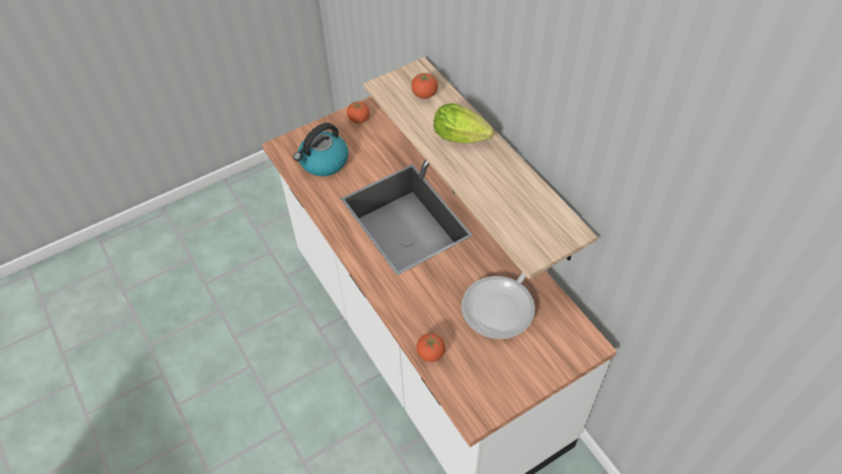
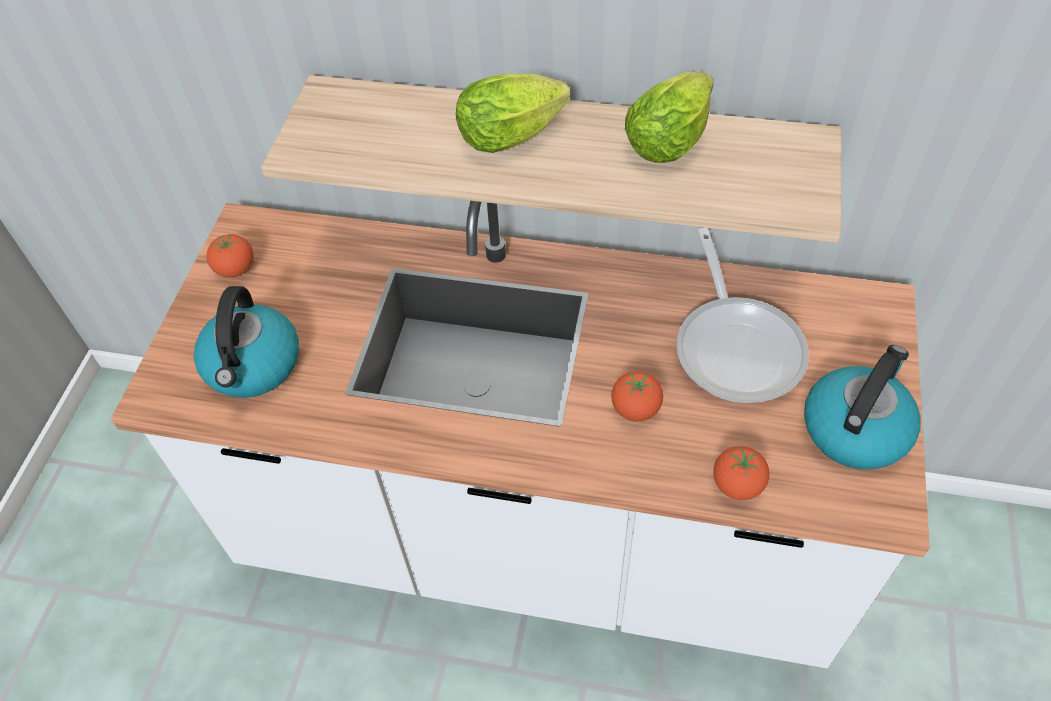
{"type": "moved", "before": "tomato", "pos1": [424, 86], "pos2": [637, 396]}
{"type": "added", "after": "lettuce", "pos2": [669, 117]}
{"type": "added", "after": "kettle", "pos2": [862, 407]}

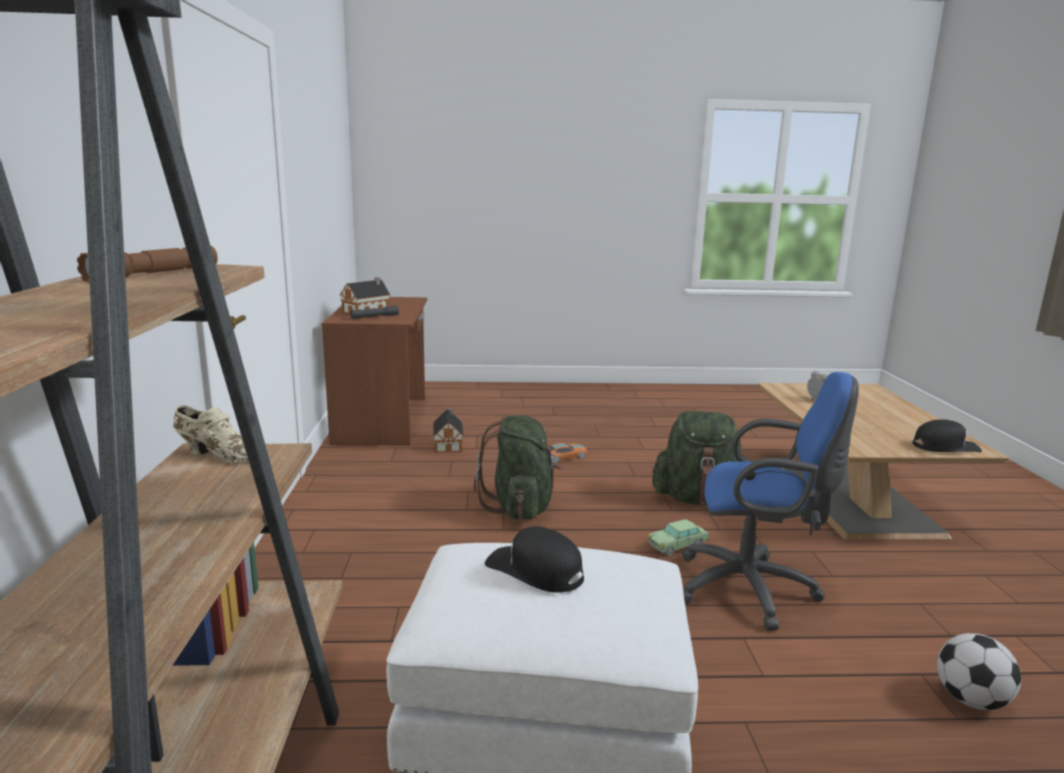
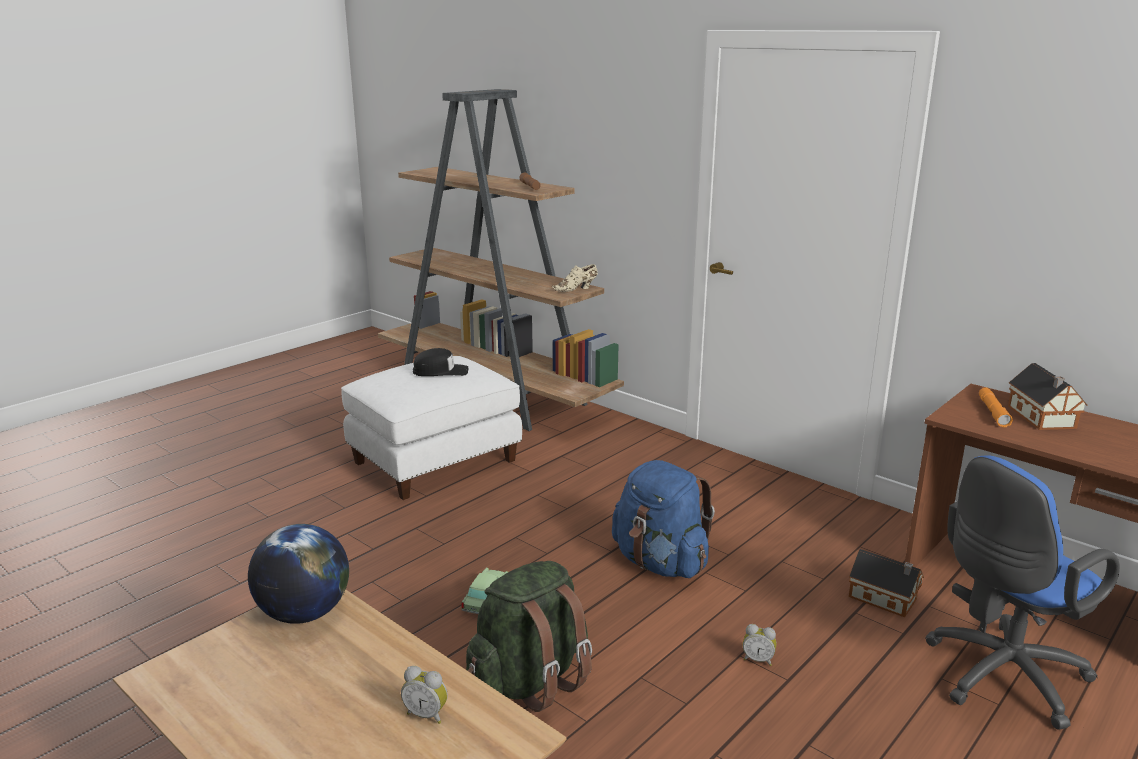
{"type": "recoloured", "before": "grey flashlight", "after": "orange flashlight", "pos1": [374, 312], "pos2": [996, 407]}
{"type": "recoloured", "before": "green backpack", "after": "blue backpack", "pos1": [518, 467], "pos2": [663, 519]}
{"type": "replaced", "before": "toy car", "after": "alarm clock", "pos1": [568, 453], "pos2": [760, 645]}
{"type": "moved", "before": "blue office chair", "pos1": [770, 501], "pos2": [1022, 592]}
{"type": "removed", "before": "black cap", "pos1": [947, 435]}
{"type": "removed", "before": "football", "pos1": [979, 671]}
{"type": "added", "after": "globe", "pos2": [298, 574]}

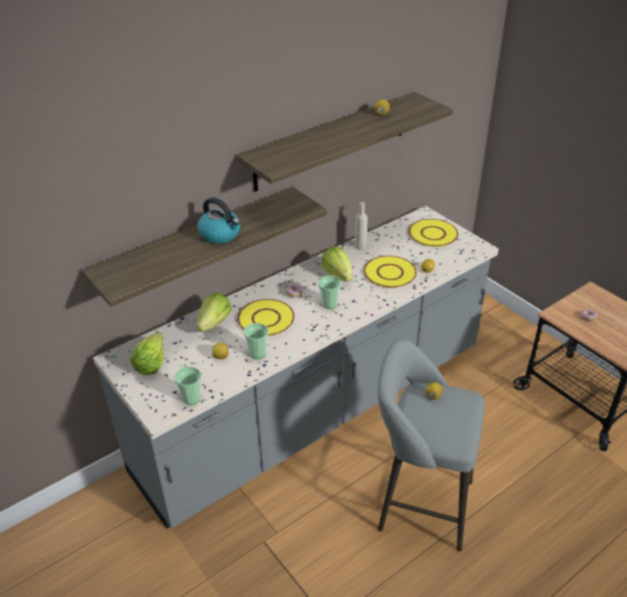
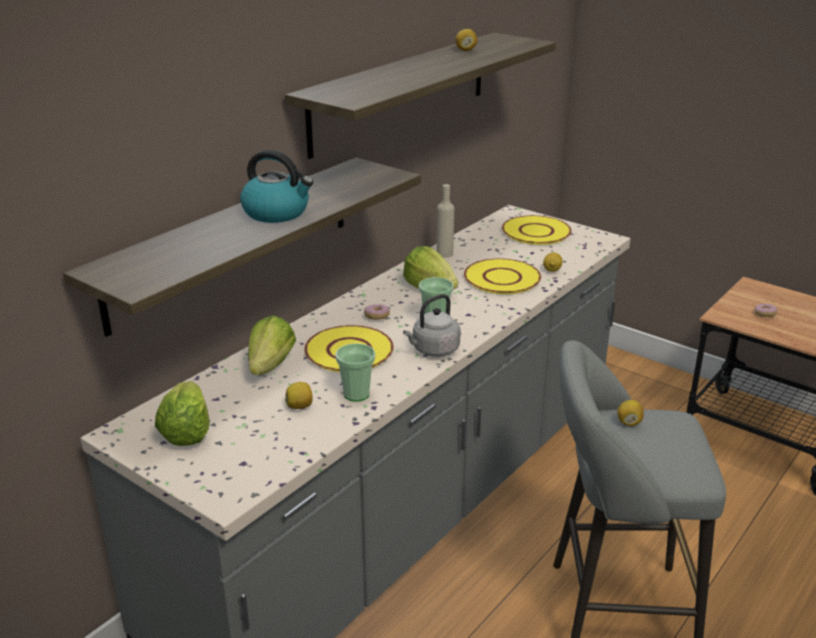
{"type": "removed", "before": "cup", "pos1": [188, 386]}
{"type": "added", "after": "grey kettle", "pos2": [432, 325]}

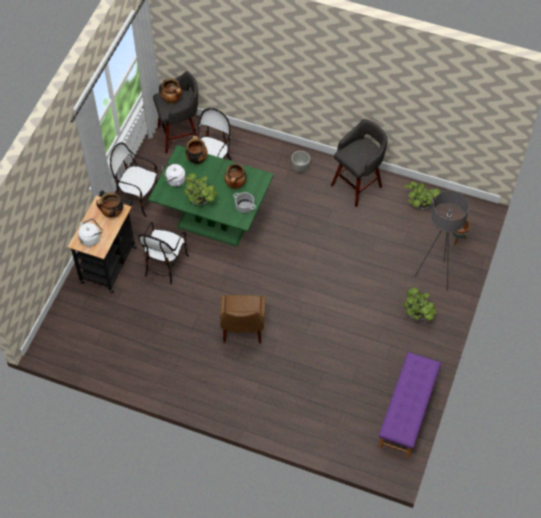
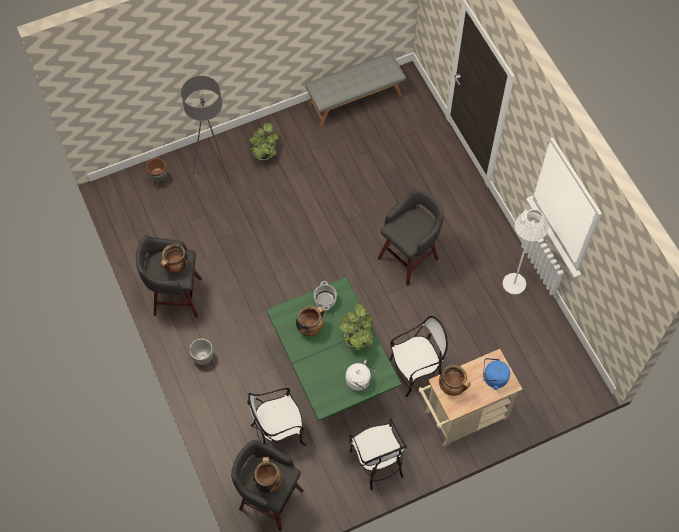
{"type": "recoloured", "before": "black cart", "after": "beige cart", "pos1": [102, 241], "pos2": [470, 397]}
{"type": "recoloured", "before": "white kettle", "after": "blue kettle", "pos1": [90, 232], "pos2": [496, 374]}
{"type": "moved", "before": "cooking pot", "pos1": [196, 150], "pos2": [174, 258]}
{"type": "replaced", "before": "brown chair", "after": "grey stool", "pos1": [242, 319], "pos2": [411, 237]}
{"type": "recoloured", "before": "purple bench", "after": "grey bench", "pos1": [410, 405], "pos2": [355, 90]}
{"type": "removed", "before": "potted plant", "pos1": [422, 195]}
{"type": "added", "after": "white floor lamp", "pos2": [525, 252]}

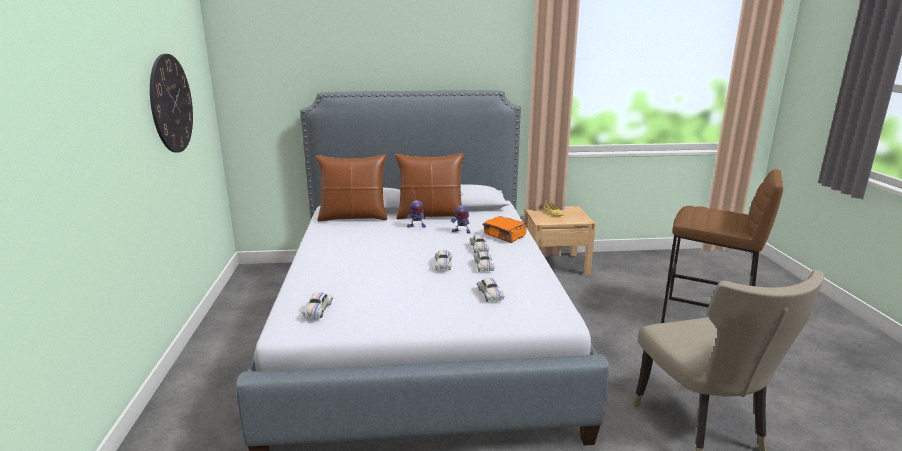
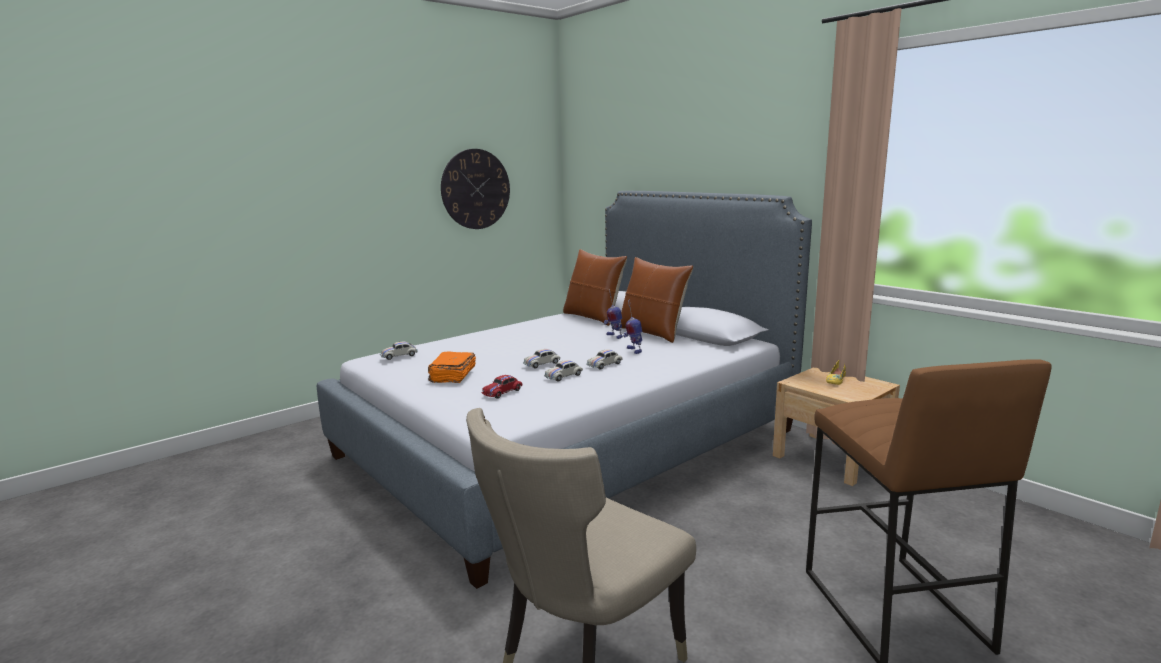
{"type": "recoloured", "before": "white toy car", "after": "red toy car", "pos1": [490, 290], "pos2": [501, 387]}
{"type": "moved", "before": "orange book", "pos1": [505, 229], "pos2": [452, 367]}

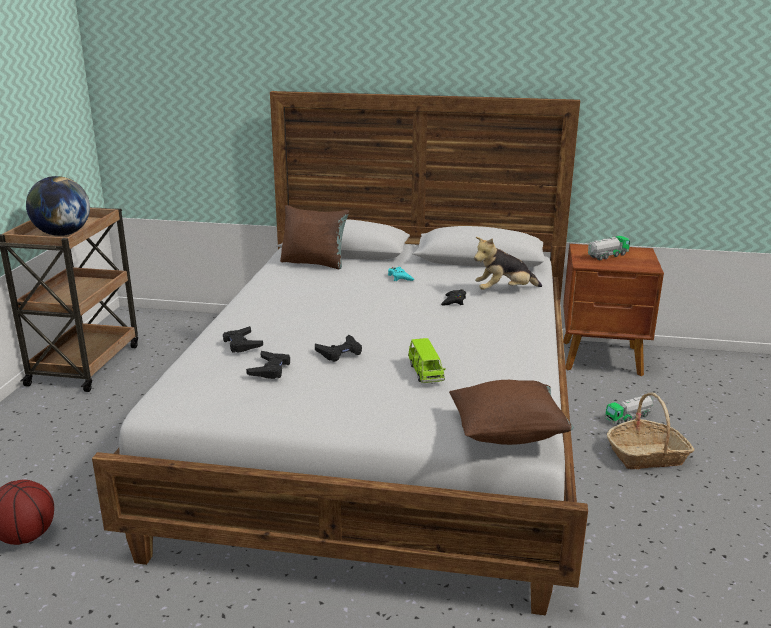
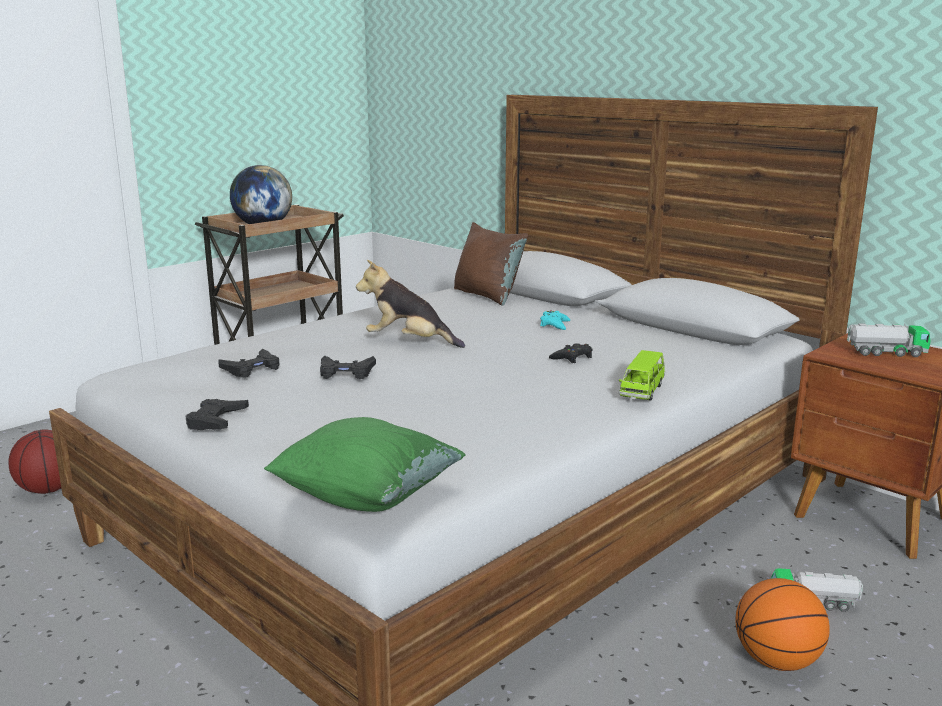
{"type": "moved", "before": "black game controller", "pos1": [243, 339], "pos2": [217, 414]}
{"type": "moved", "before": "green toy car", "pos1": [427, 361], "pos2": [642, 375]}
{"type": "recoloured", "before": "brown pillow", "after": "green pillow", "pos1": [511, 412], "pos2": [364, 464]}
{"type": "moved", "before": "plush toy", "pos1": [508, 263], "pos2": [410, 304]}
{"type": "replaced", "before": "basket", "after": "basketball", "pos1": [650, 431], "pos2": [782, 624]}

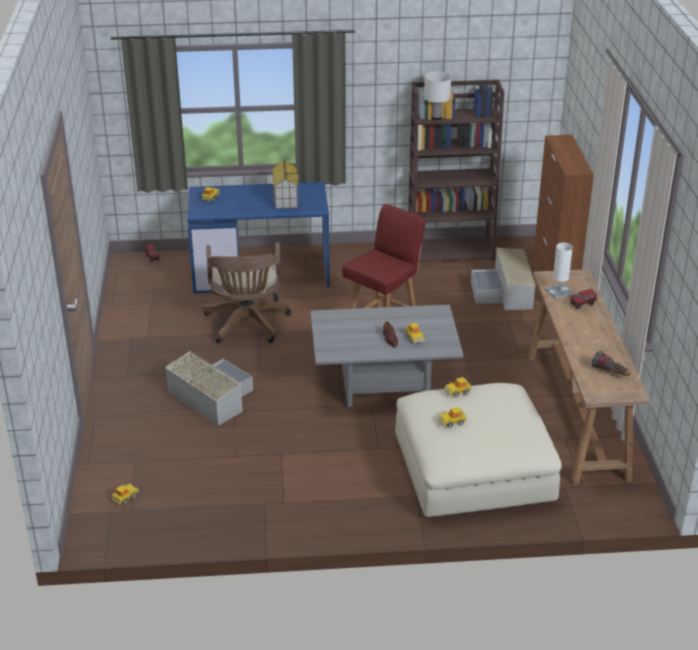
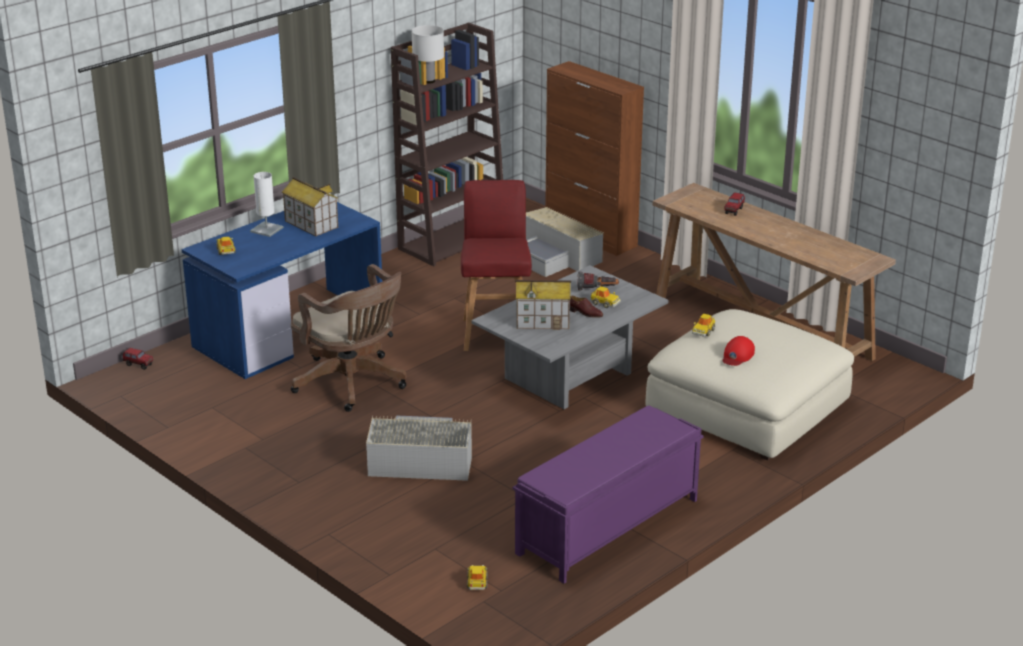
{"type": "replaced", "before": "toy car", "after": "red cap", "pos1": [452, 417], "pos2": [738, 351]}
{"type": "moved", "before": "white table lamp", "pos1": [559, 271], "pos2": [266, 204]}
{"type": "moved", "before": "flashlight", "pos1": [611, 363], "pos2": [597, 281]}
{"type": "added", "after": "purple bench", "pos2": [608, 495]}
{"type": "added", "after": "toy house", "pos2": [543, 305]}

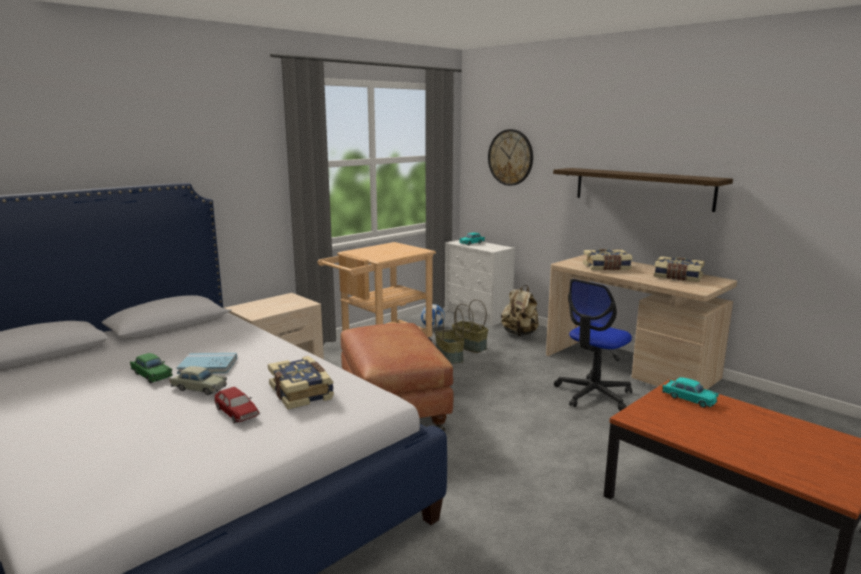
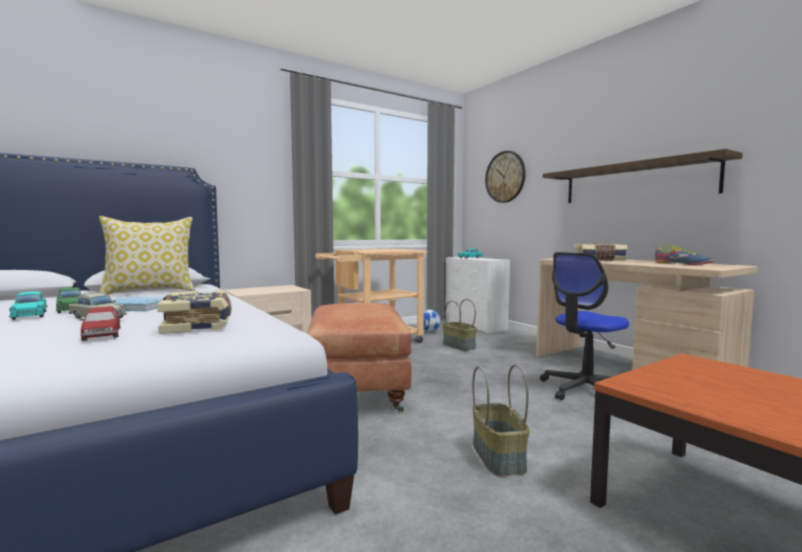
{"type": "moved", "before": "basket", "pos1": [450, 336], "pos2": [501, 420]}
{"type": "removed", "before": "beige backpack", "pos1": [520, 310]}
{"type": "replaced", "before": "book", "after": "shoe", "pos1": [679, 269], "pos2": [684, 255]}
{"type": "moved", "before": "turquoise toy car", "pos1": [690, 392], "pos2": [28, 305]}
{"type": "added", "after": "pillow", "pos2": [147, 255]}

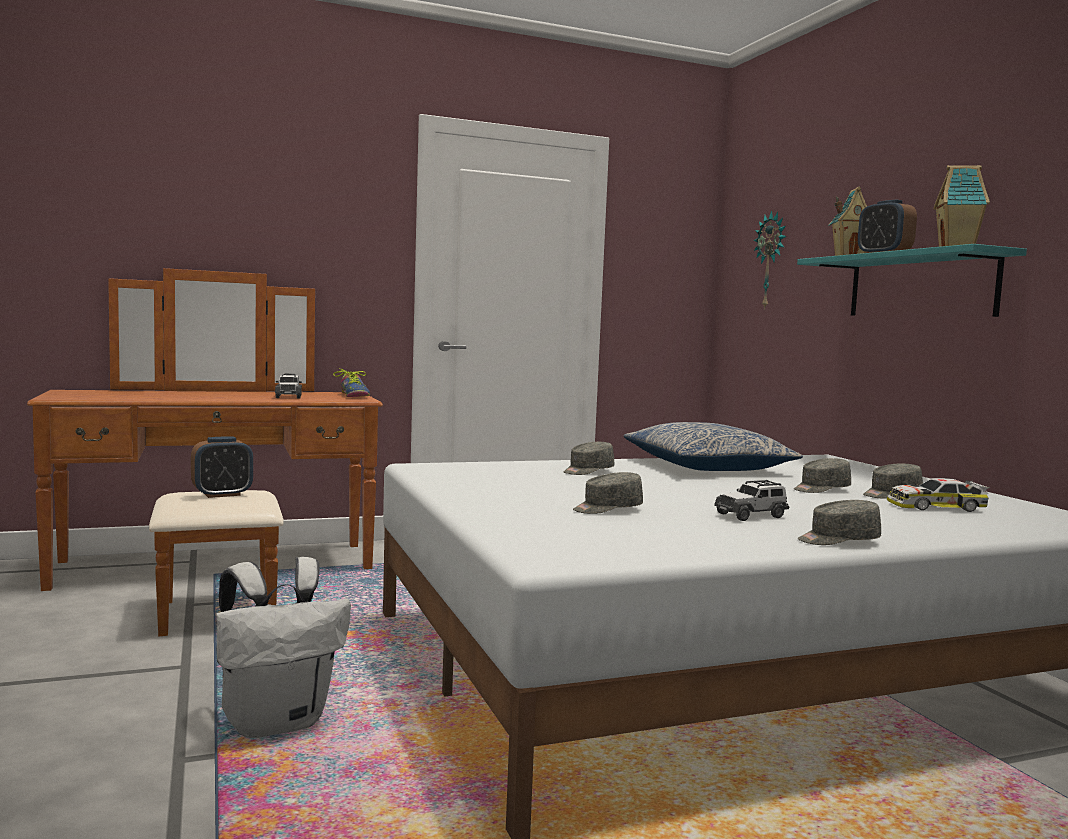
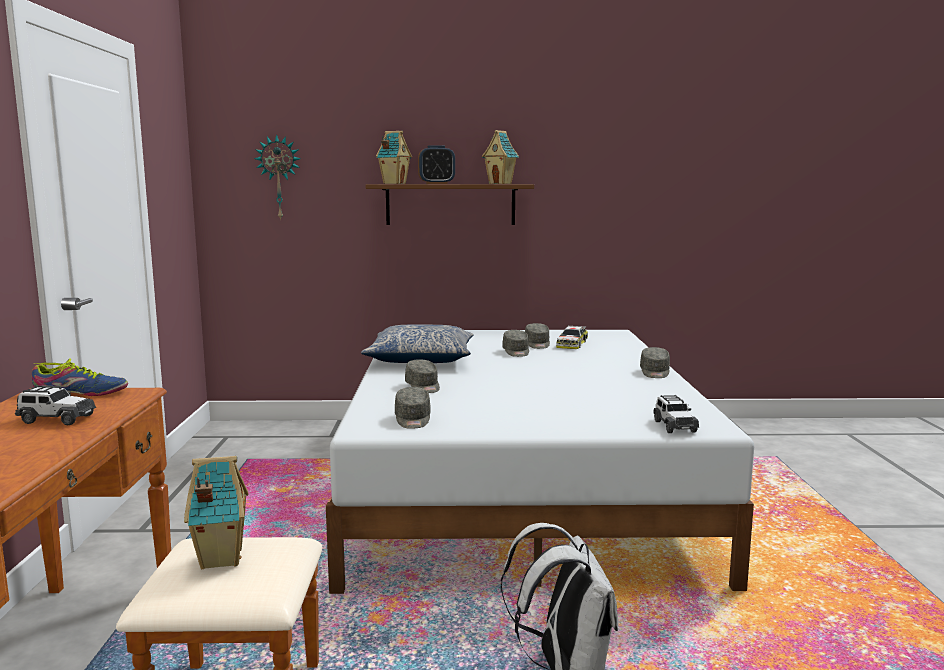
{"type": "replaced", "before": "alarm clock", "after": "toy house", "pos1": [222, 467], "pos2": [216, 512]}
{"type": "moved", "before": "grey cap", "pos1": [608, 493], "pos2": [412, 408]}
{"type": "moved", "before": "toy car", "pos1": [751, 500], "pos2": [676, 414]}
{"type": "recoloured", "before": "turquoise shelf", "after": "brown shelf", "pos1": [912, 280], "pos2": [449, 204]}

